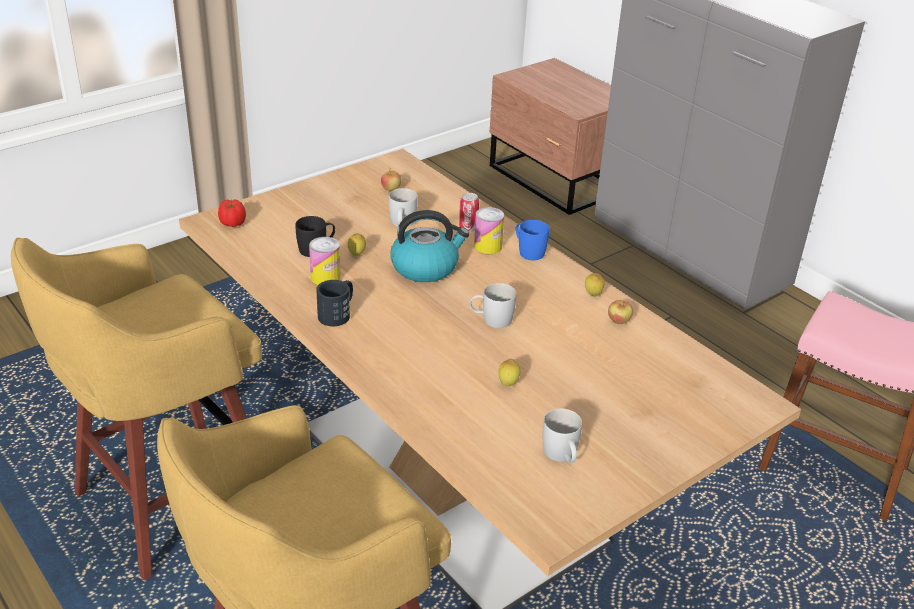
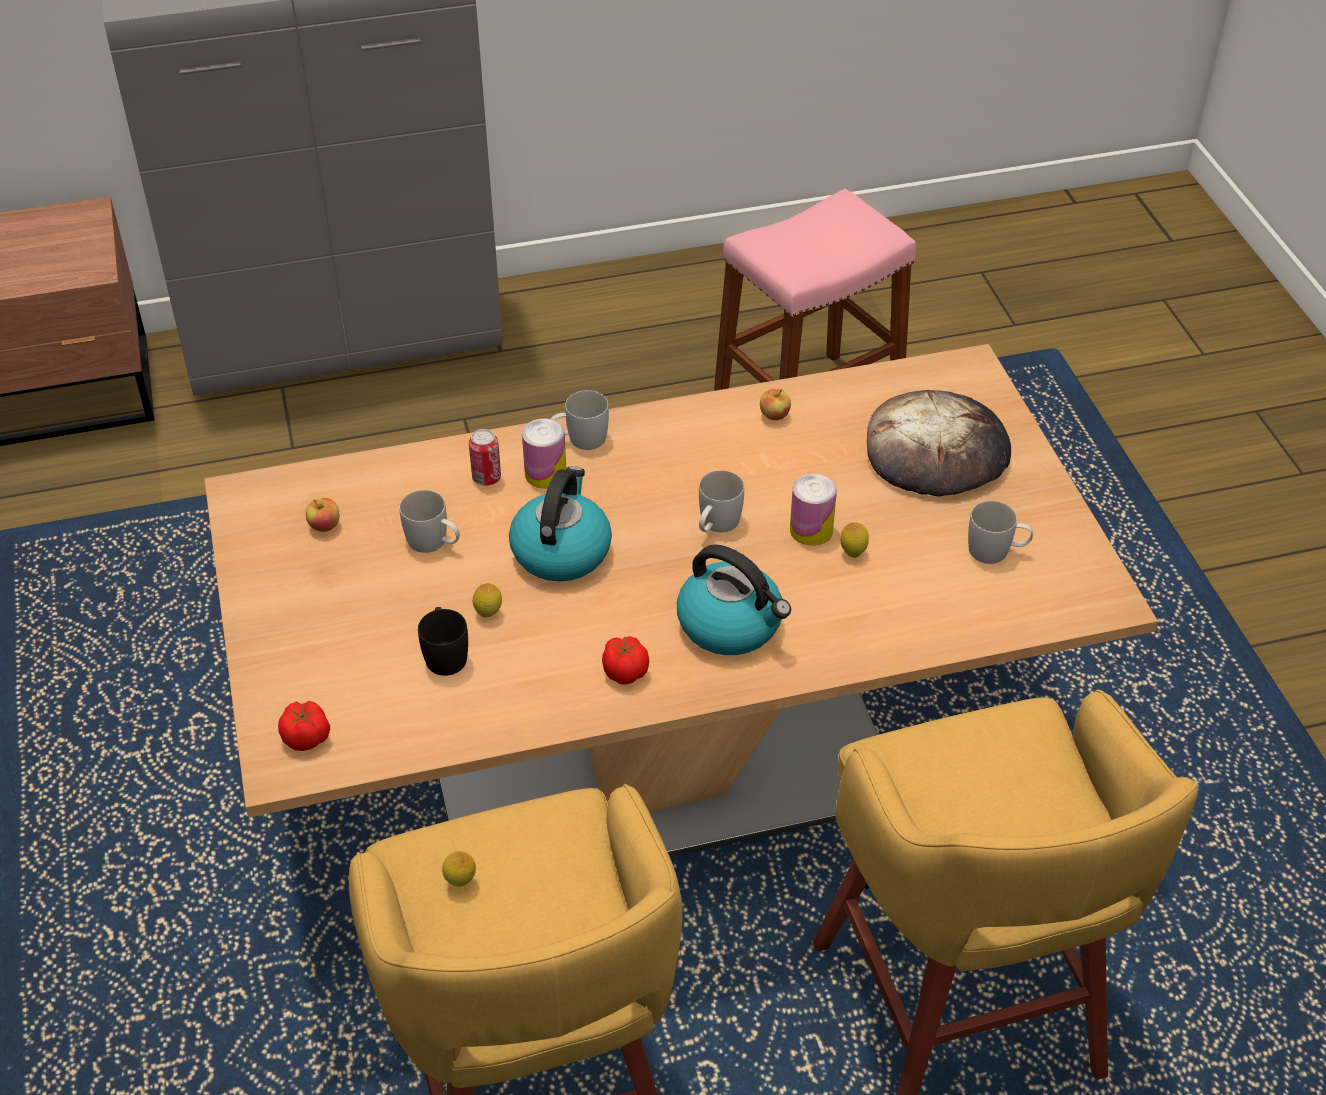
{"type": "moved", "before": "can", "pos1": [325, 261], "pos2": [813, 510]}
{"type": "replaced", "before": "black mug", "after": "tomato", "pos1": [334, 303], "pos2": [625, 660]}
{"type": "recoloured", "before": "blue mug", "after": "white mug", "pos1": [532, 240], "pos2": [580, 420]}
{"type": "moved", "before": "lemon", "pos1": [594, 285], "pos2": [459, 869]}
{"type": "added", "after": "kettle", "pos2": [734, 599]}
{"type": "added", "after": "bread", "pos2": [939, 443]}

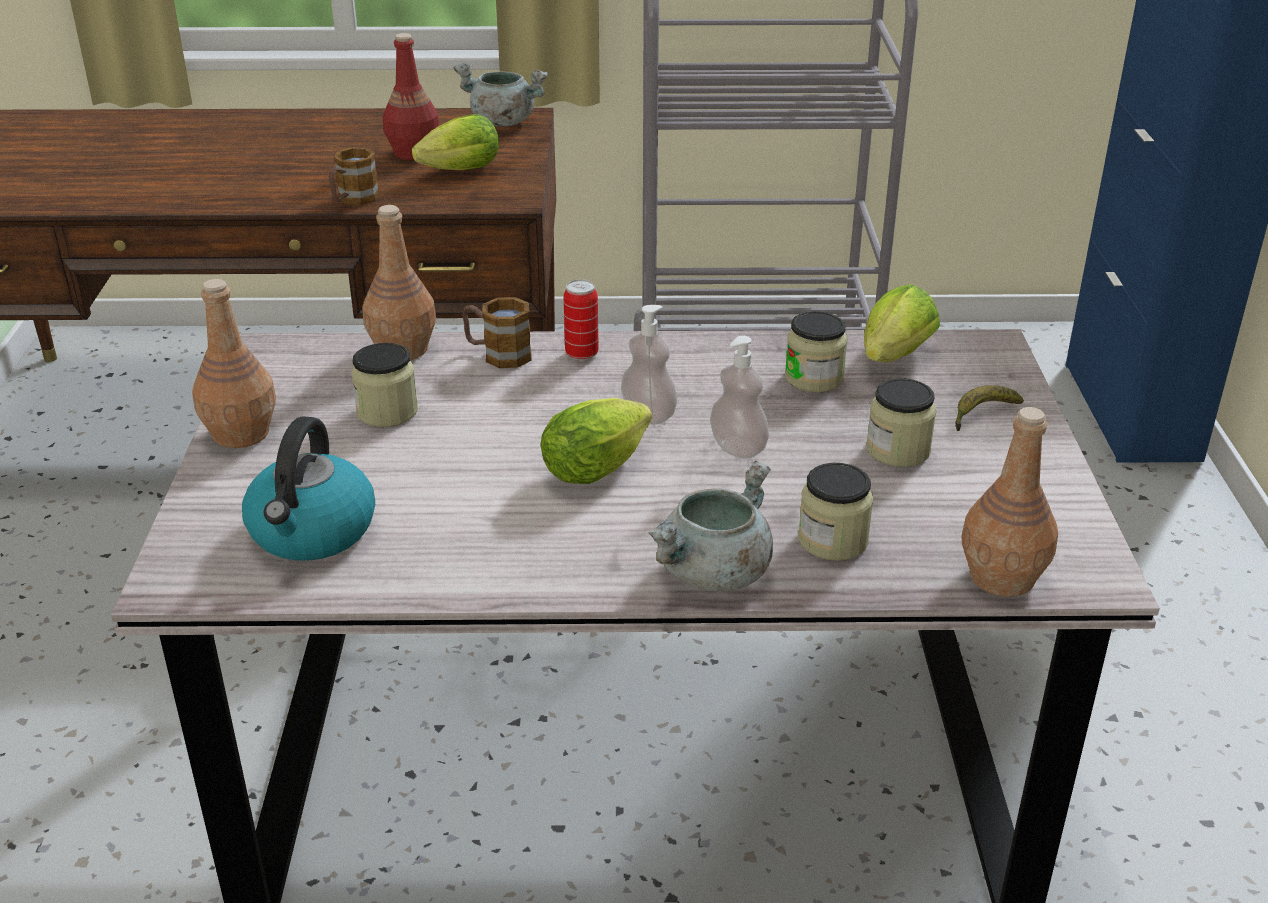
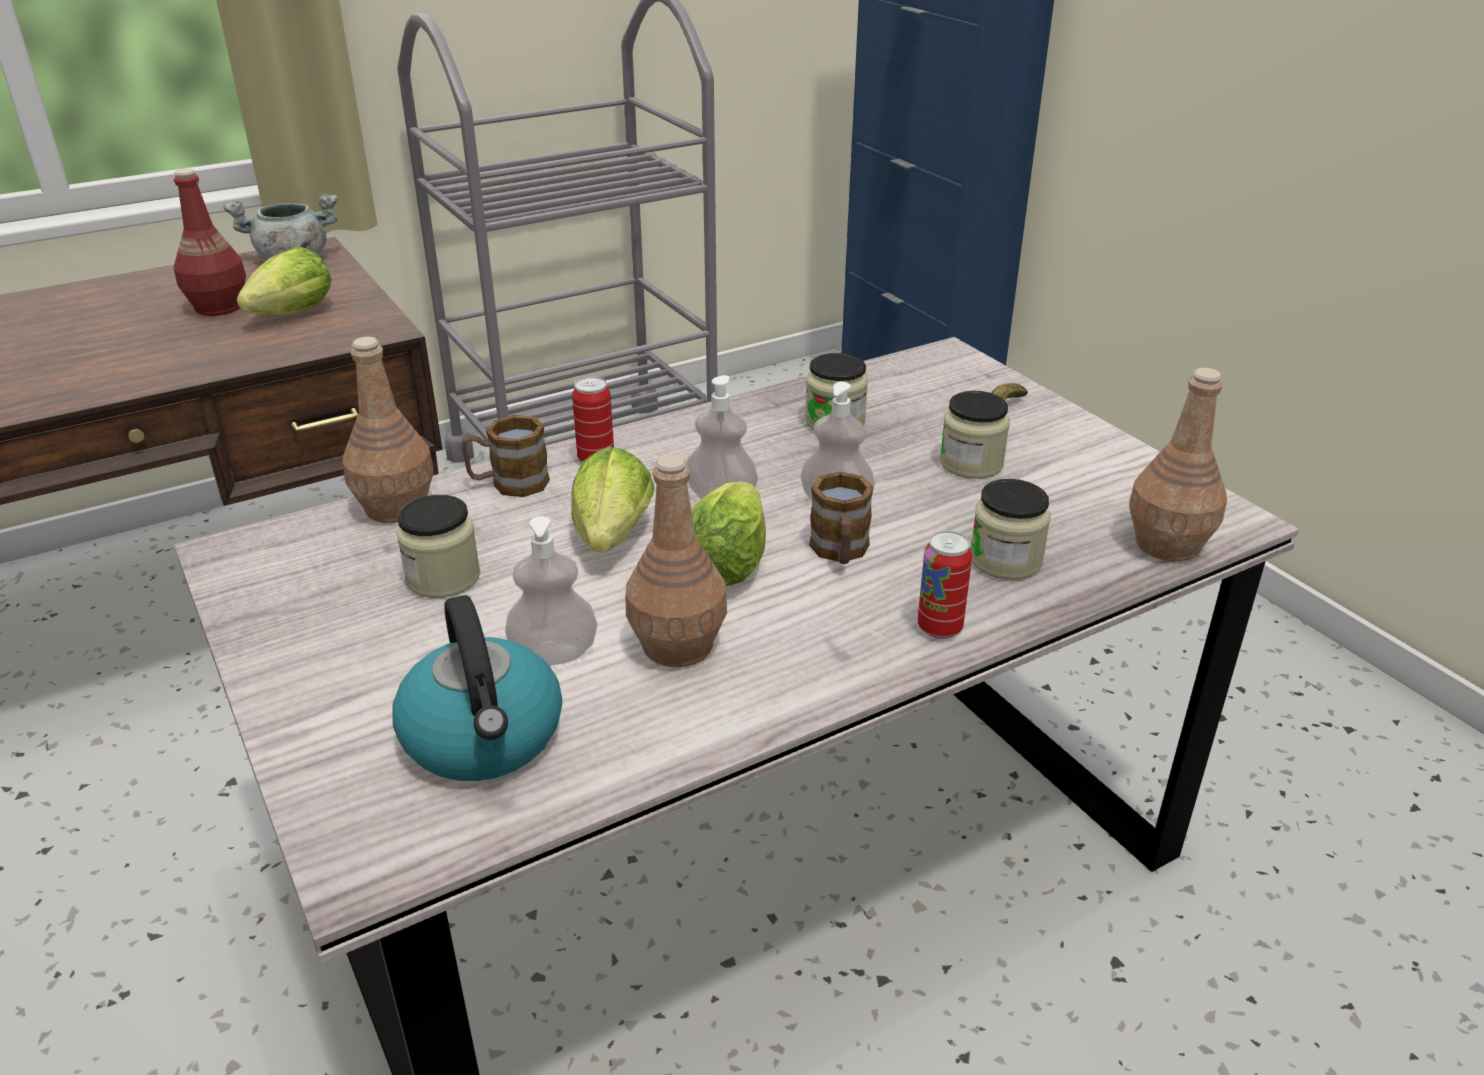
{"type": "moved", "before": "brown bottle", "pos1": [234, 363], "pos2": [676, 560]}
{"type": "moved", "before": "mug", "pos1": [354, 176], "pos2": [841, 518]}
{"type": "replaced", "before": "grey cooking pot", "after": "can", "pos1": [710, 526], "pos2": [944, 585]}
{"type": "moved", "before": "lettuce", "pos1": [902, 323], "pos2": [612, 499]}
{"type": "added", "after": "soap dispenser", "pos2": [551, 590]}

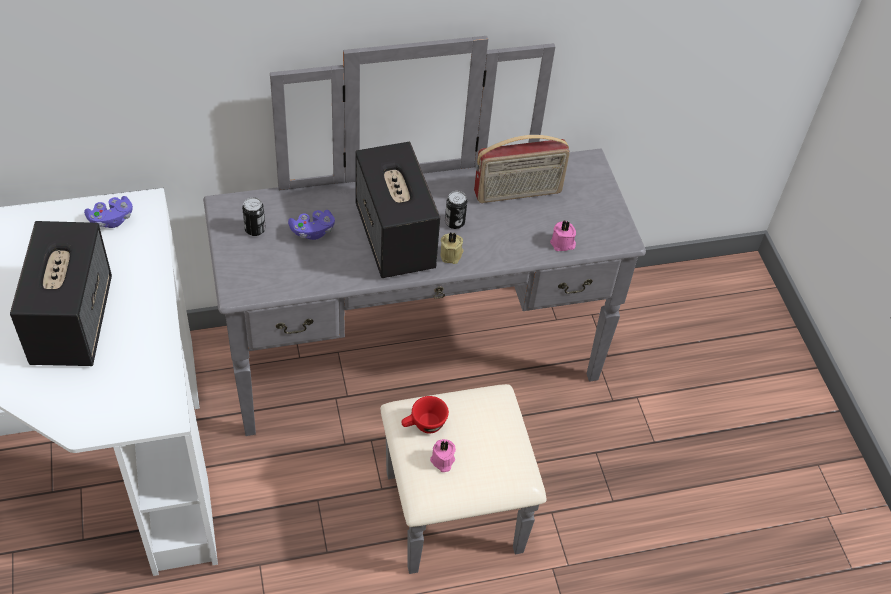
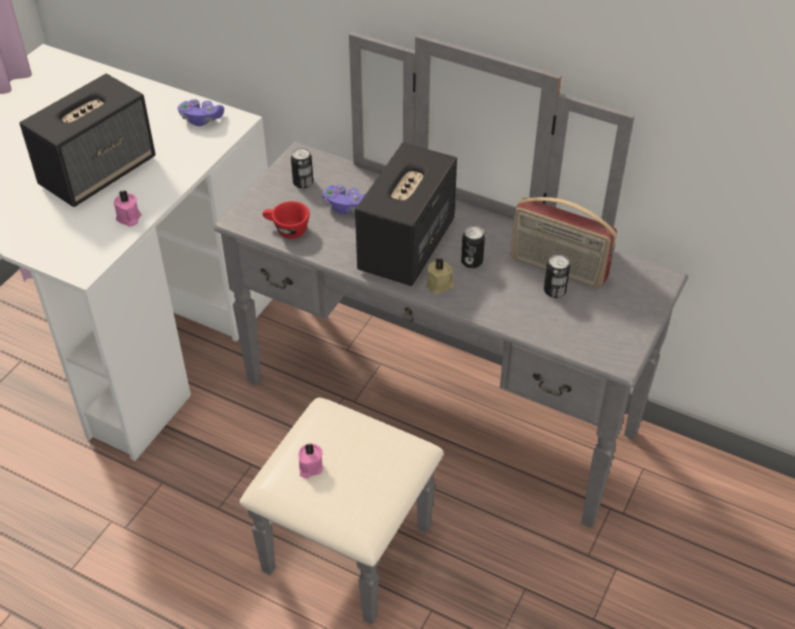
{"type": "moved", "before": "red cup", "pos1": [425, 414], "pos2": [286, 220]}
{"type": "moved", "before": "pink candle", "pos1": [563, 235], "pos2": [127, 208]}
{"type": "added", "after": "can", "pos2": [557, 276]}

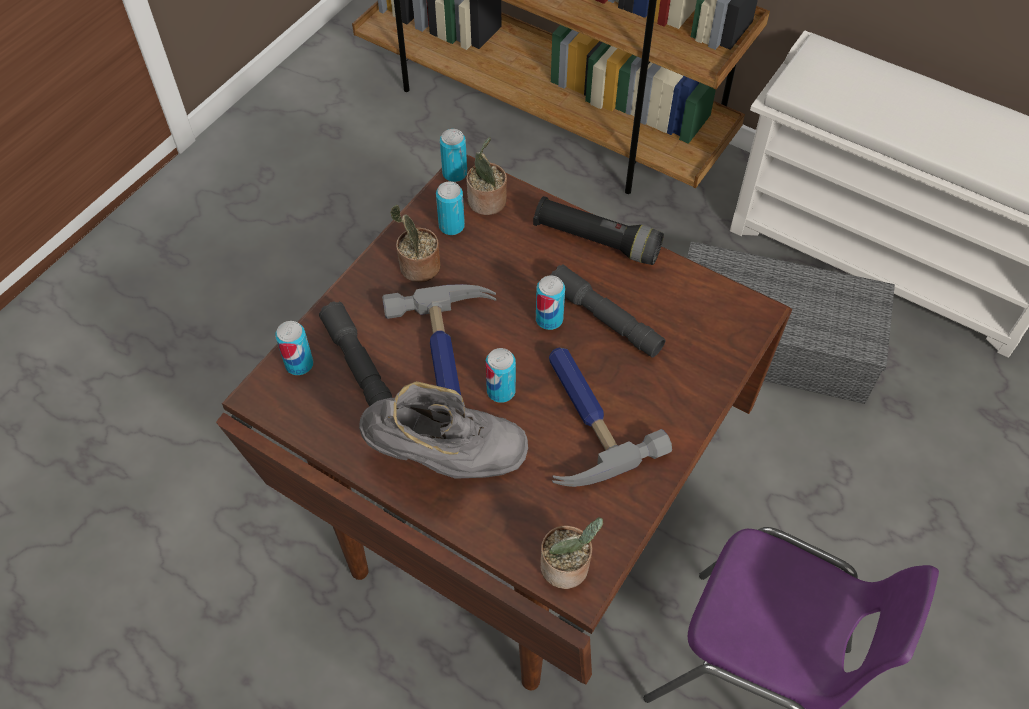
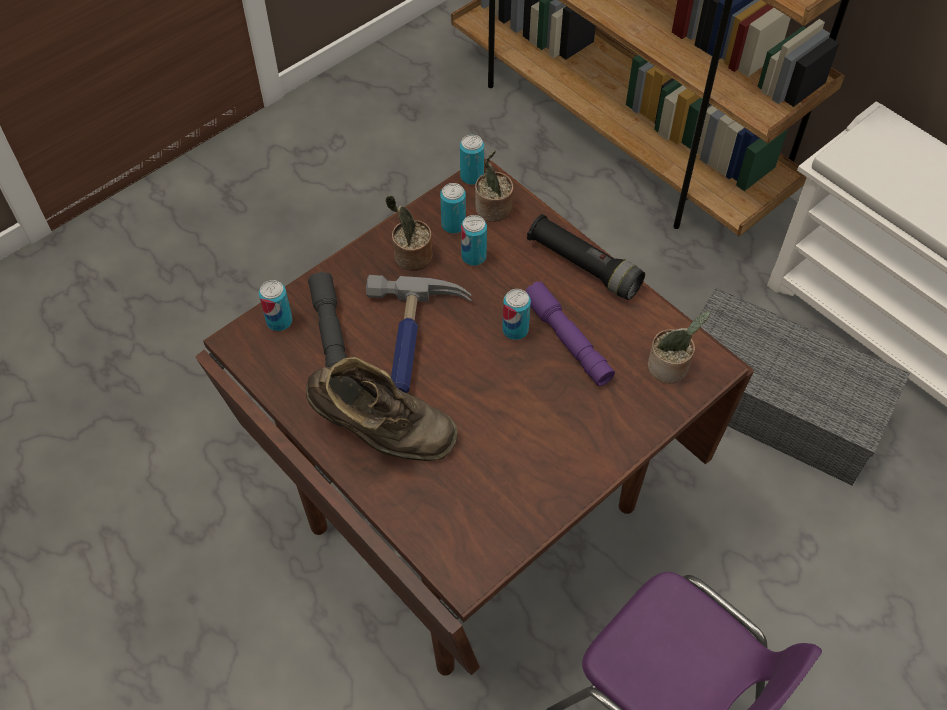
{"type": "recoloured", "before": "grey boot", "after": "brown boot", "pos1": [443, 430], "pos2": [381, 409]}
{"type": "moved", "before": "can", "pos1": [501, 375], "pos2": [474, 240]}
{"type": "moved", "before": "potted plant", "pos1": [571, 553], "pos2": [679, 347]}
{"type": "removed", "before": "hammer", "pos1": [610, 417]}
{"type": "recoloured", "before": "grey flashlight", "after": "purple flashlight", "pos1": [608, 311], "pos2": [570, 333]}

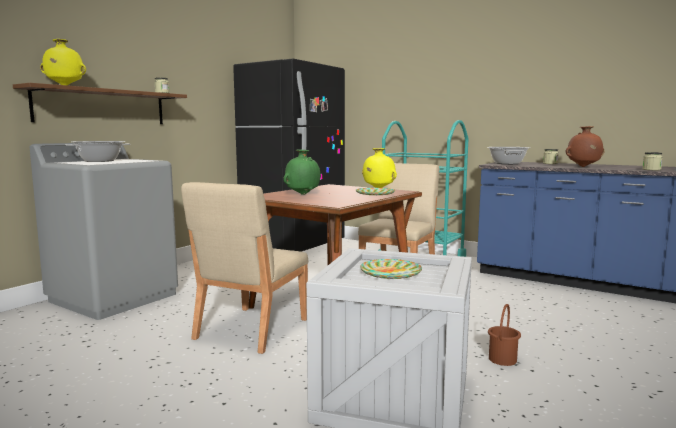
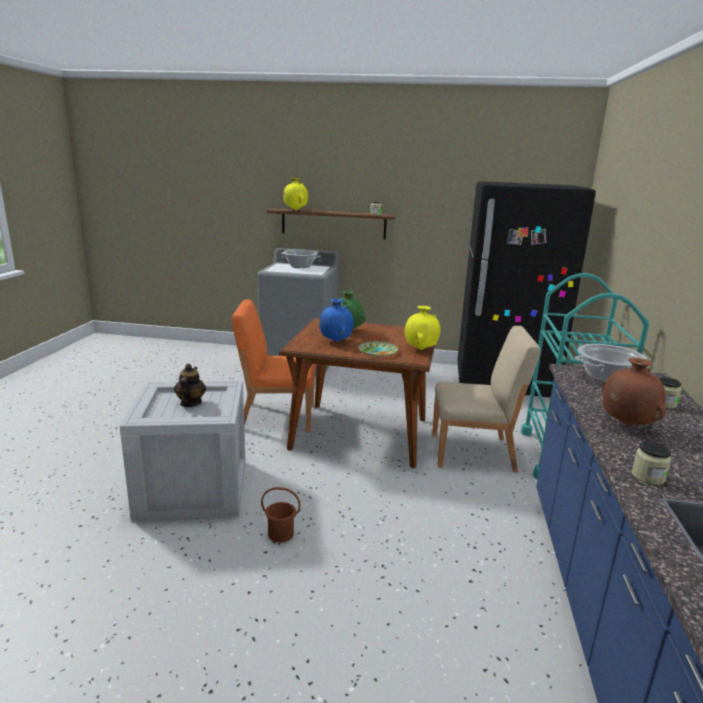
{"type": "recoloured", "before": "beige chair", "after": "orange chair", "pos1": [244, 268], "pos2": [274, 365]}
{"type": "replaced", "before": "plate", "after": "teapot", "pos1": [391, 269], "pos2": [190, 385]}
{"type": "added", "after": "blue vase", "pos2": [336, 320]}

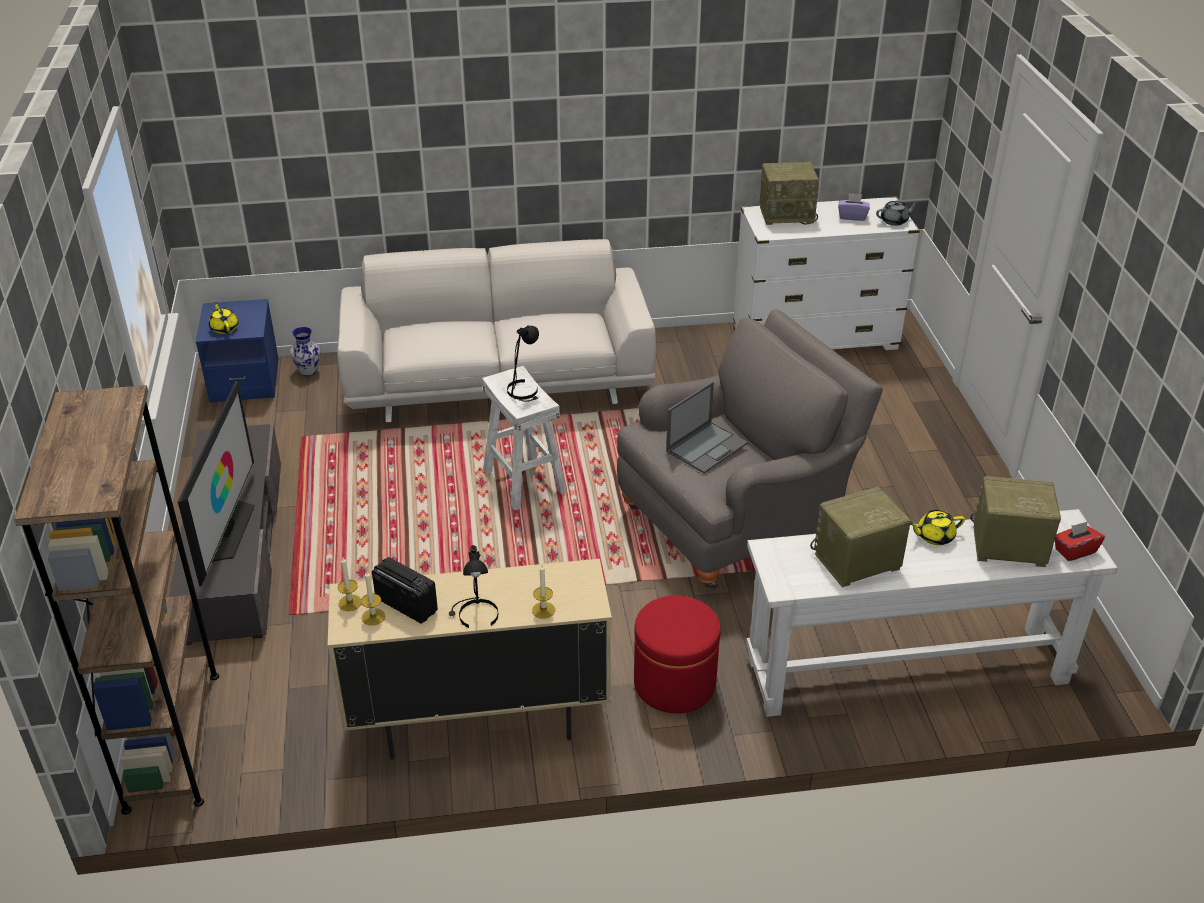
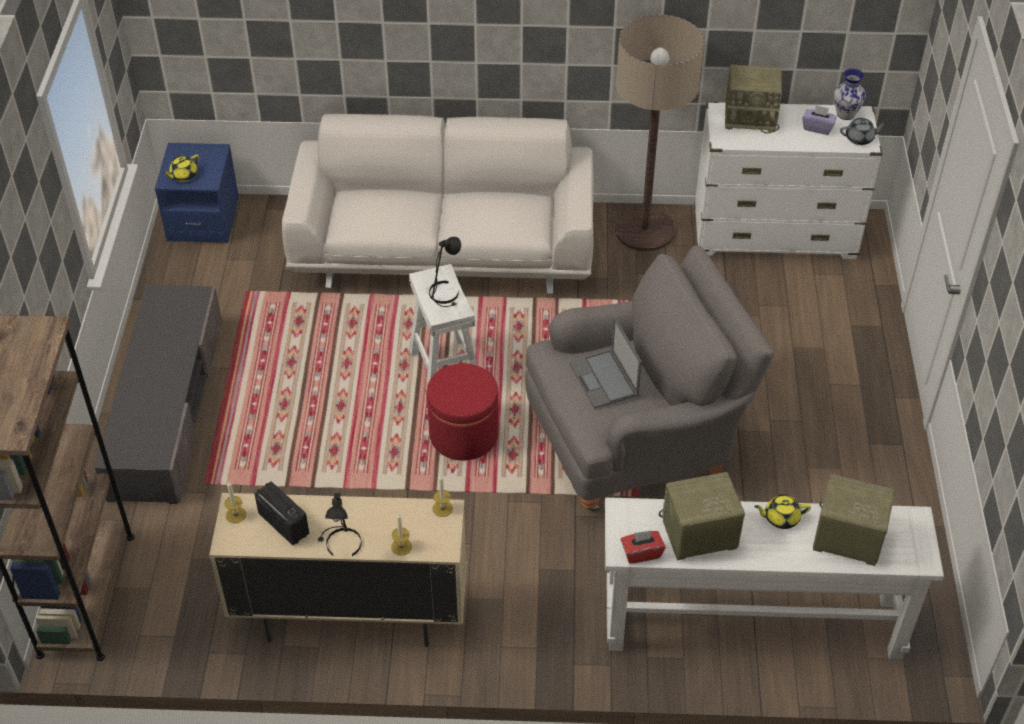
{"type": "removed", "before": "television", "pos1": [216, 483]}
{"type": "turned", "before": "yellow teapot", "pos1": [223, 318], "pos2": [181, 168], "turn": -120}
{"type": "moved", "before": "vase", "pos1": [305, 351], "pos2": [850, 94]}
{"type": "moved", "before": "candle", "pos1": [373, 598], "pos2": [443, 496]}
{"type": "moved", "before": "red ottoman", "pos1": [677, 654], "pos2": [462, 411]}
{"type": "turned", "before": "laptop", "pos1": [707, 427], "pos2": [605, 363], "turn": 105}
{"type": "moved", "before": "red tissue box", "pos1": [1080, 541], "pos2": [643, 547]}
{"type": "added", "after": "floor lamp", "pos2": [659, 133]}

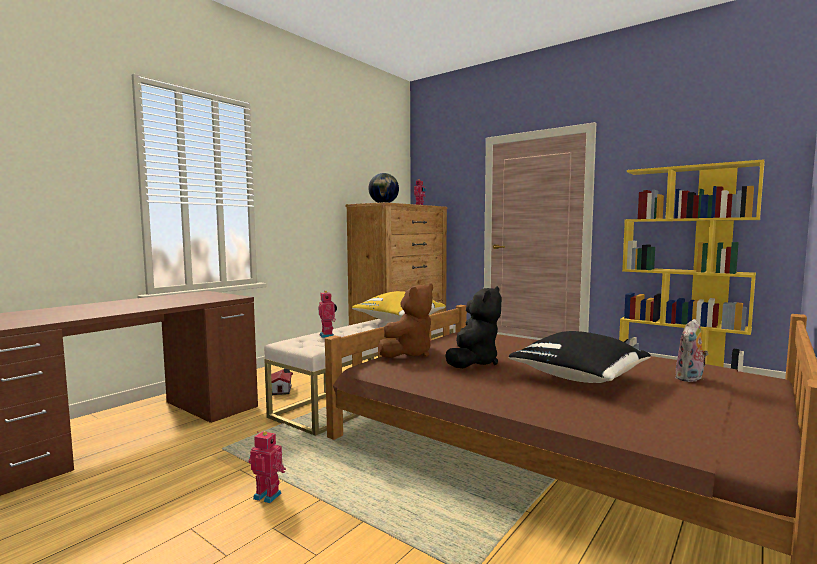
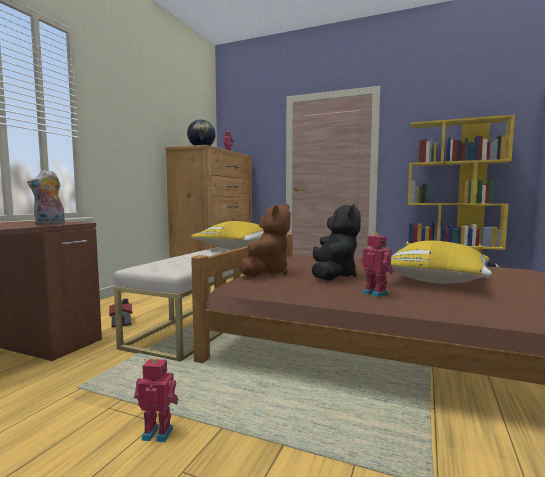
{"type": "moved", "before": "toy robot", "pos1": [328, 314], "pos2": [377, 265]}
{"type": "recoloured", "before": "black pillow", "after": "yellow pillow", "pos1": [580, 357], "pos2": [441, 262]}
{"type": "moved", "before": "plush toy", "pos1": [691, 350], "pos2": [46, 197]}

